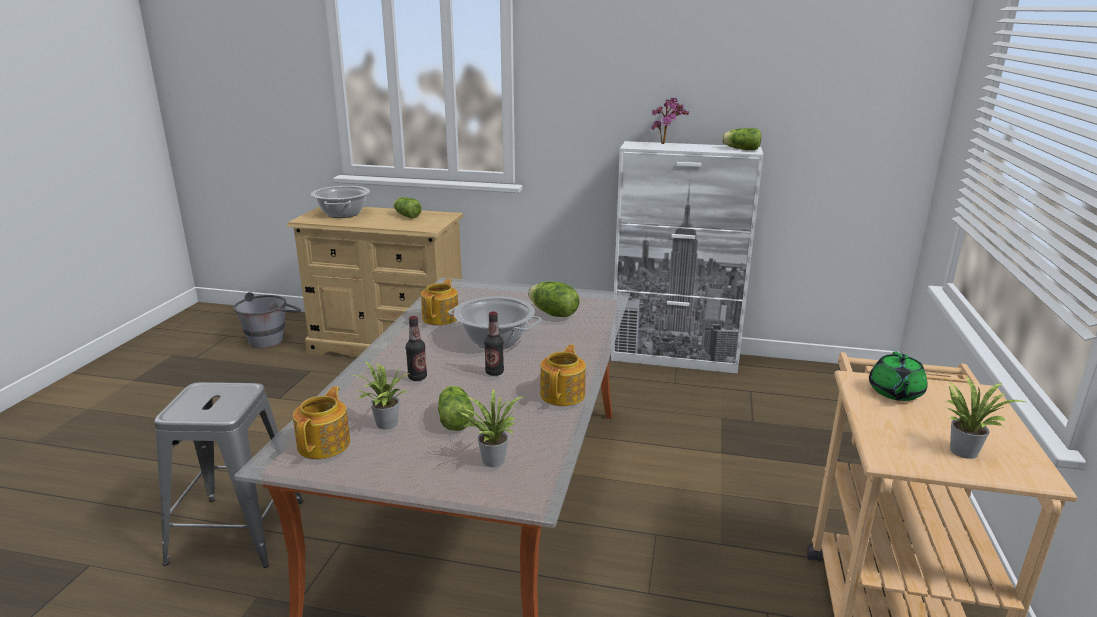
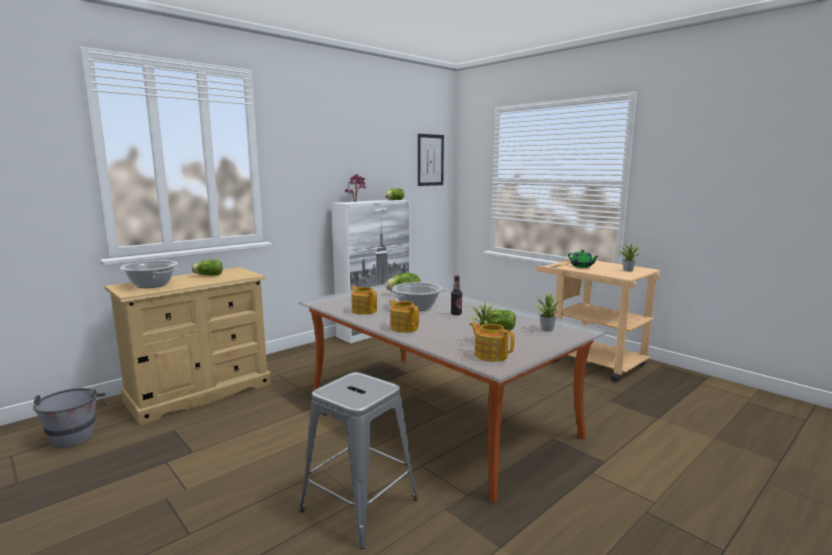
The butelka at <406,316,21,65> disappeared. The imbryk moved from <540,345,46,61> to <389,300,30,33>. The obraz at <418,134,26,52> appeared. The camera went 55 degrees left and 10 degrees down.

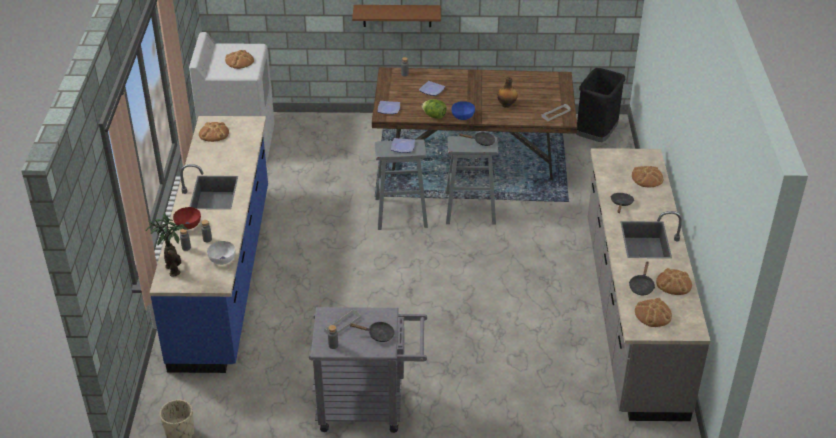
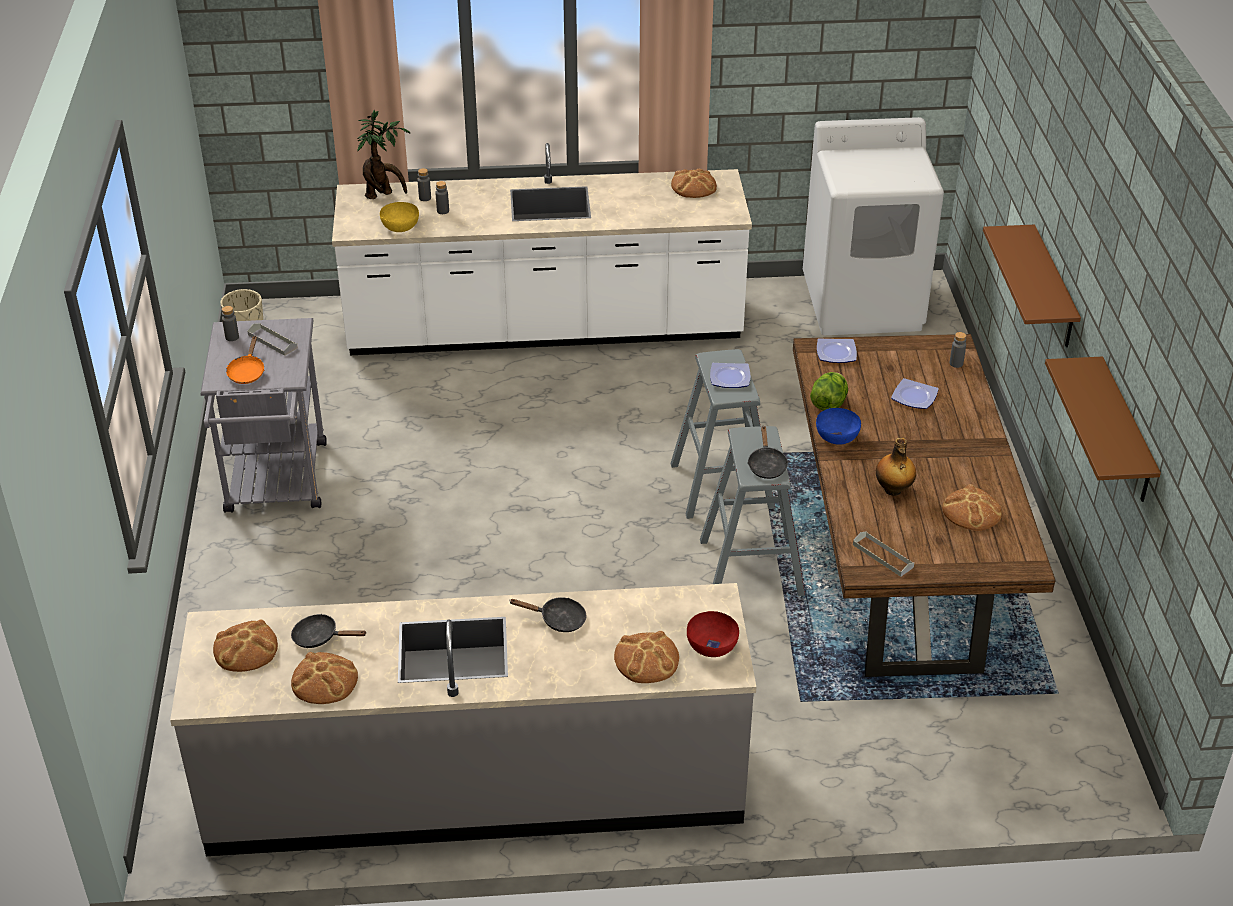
The zabudowa kuchenna/niebieski at <150,116,118,257> became the zabudowa kuchenna/biały at <332,143,420,212>. The miska/czerwony moved from <173,207,28,22> to <687,611,52,46>. The miska/biały at <207,241,29,24> became the miska/żółty at <380,202,39,30>. The chleb moved from <225,50,29,19> to <942,484,60,47>. The patelnia/czarny at <349,322,46,20> became the patelnia/pomarańczowy at <226,336,39,48>. The kosz na śmieci/czarny at <576,68,49,74> disappeared. The półka/brązowy at <1045,357,116,145> appeared. The camera went 85 degrees right and 0 degrees up.

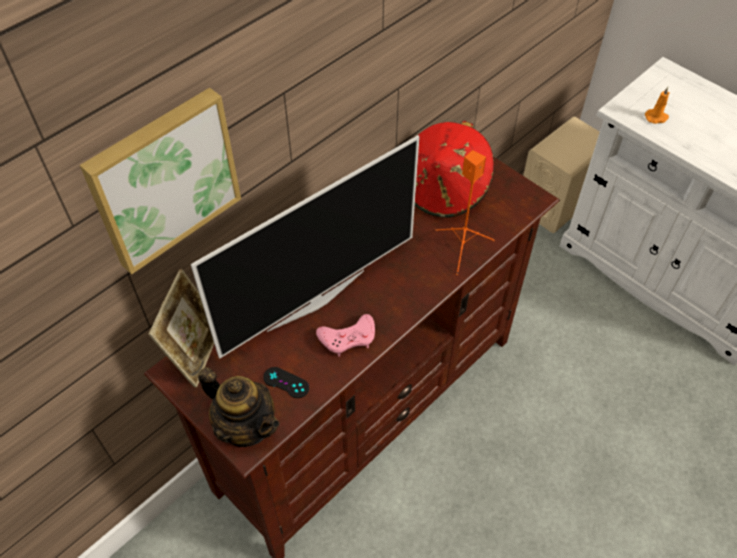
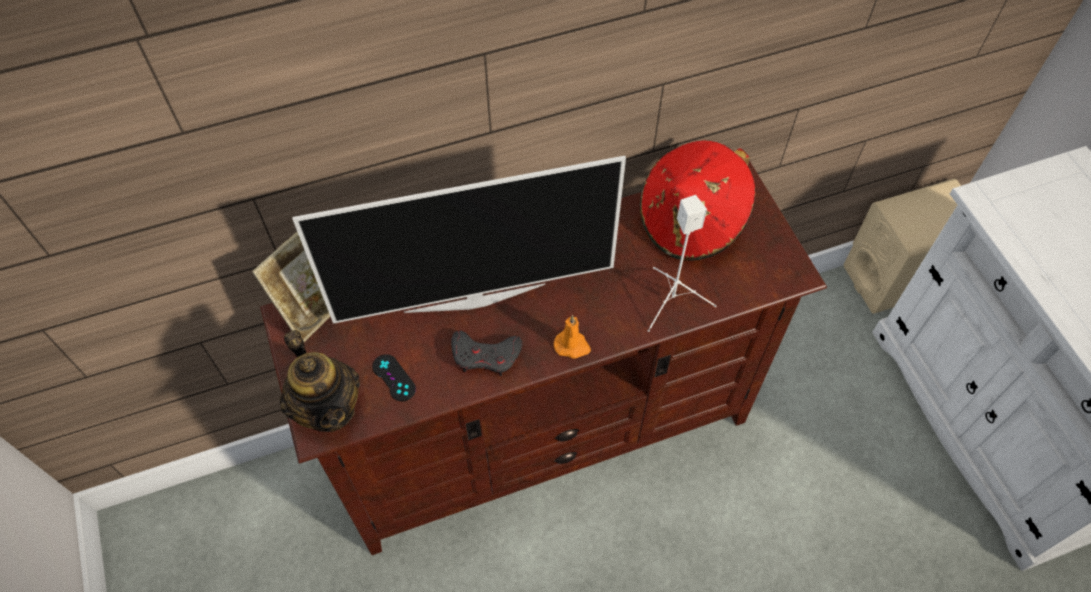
The obraz at <80,88,161,187> disappeared. The pad do gier/różowy at <316,314,59,43> became the pad do gier/szary at <451,331,71,45>. The głośnik/pomarańczowy at <435,150,59,125> became the głośnik/biały at <647,195,69,137>. The świeca/pomarańczowy moved from <645,87,25,37> to <554,315,37,44>. The camera went 25 degrees right and 5 degrees up.

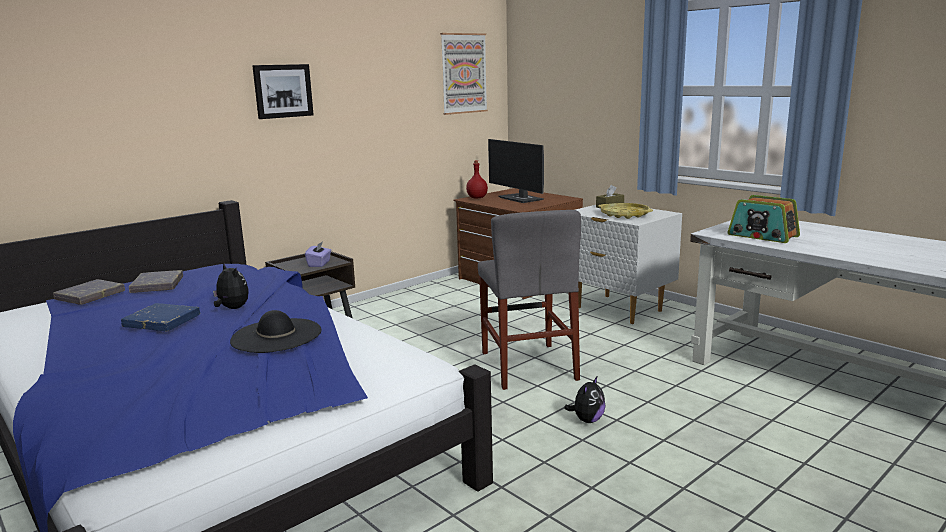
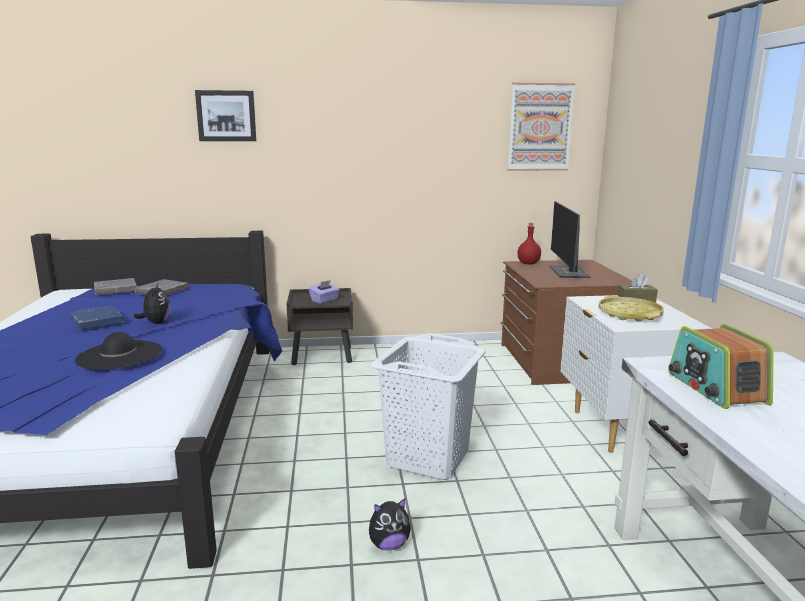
The obraz moved from <252,64,62,55> to <195,90,61,51>. The krzesło/szary at <478,210,103,180> was replaced by the kosz na pranie/biały at <371,333,115,147>. The camera went 35 degrees right and 0 degrees up.

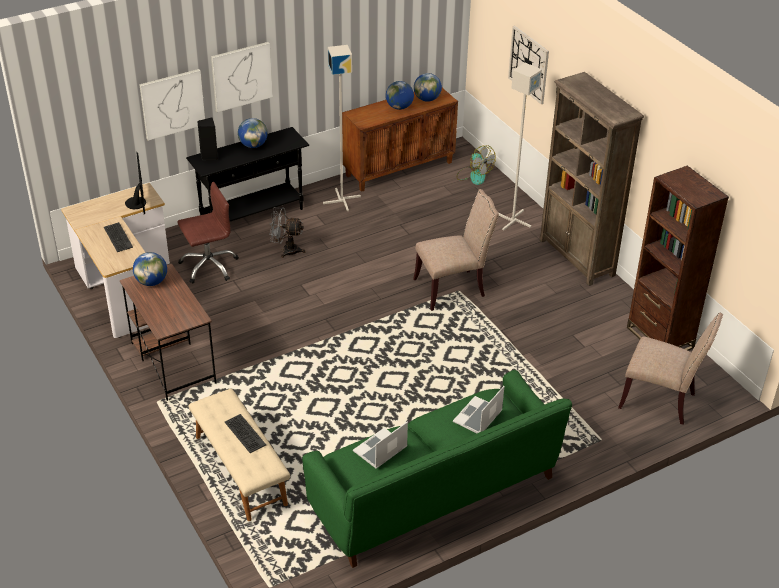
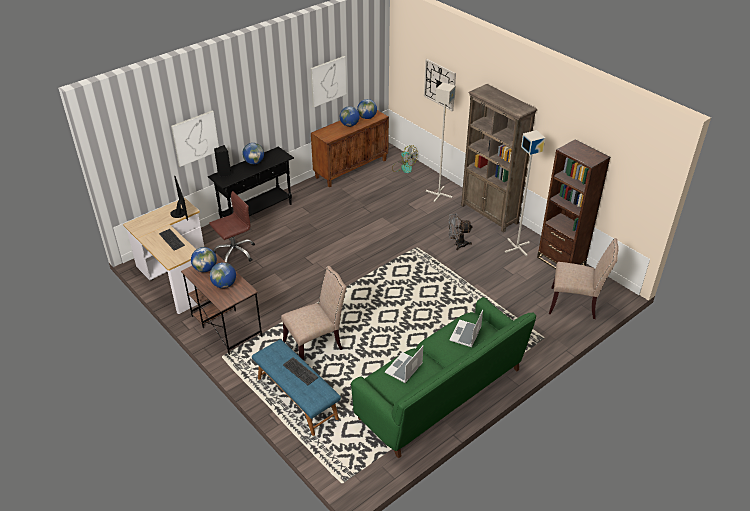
The ławka/beżowy at <188,389,102,132> became the ławka/niebieski at <252,339,89,97>. The obraz moved from <211,42,62,70> to <311,56,36,51>. The wentylator/szary moved from <269,207,36,51> to <448,213,25,37>. The lampa stojąca/szary moved from <323,45,38,166> to <505,130,40,126>. The krzesło/beżowy moved from <413,189,86,122> to <281,266,65,95>. The globus at <210,262,26,26> appeared. The camera went 10 degrees left and 0 degrees up.

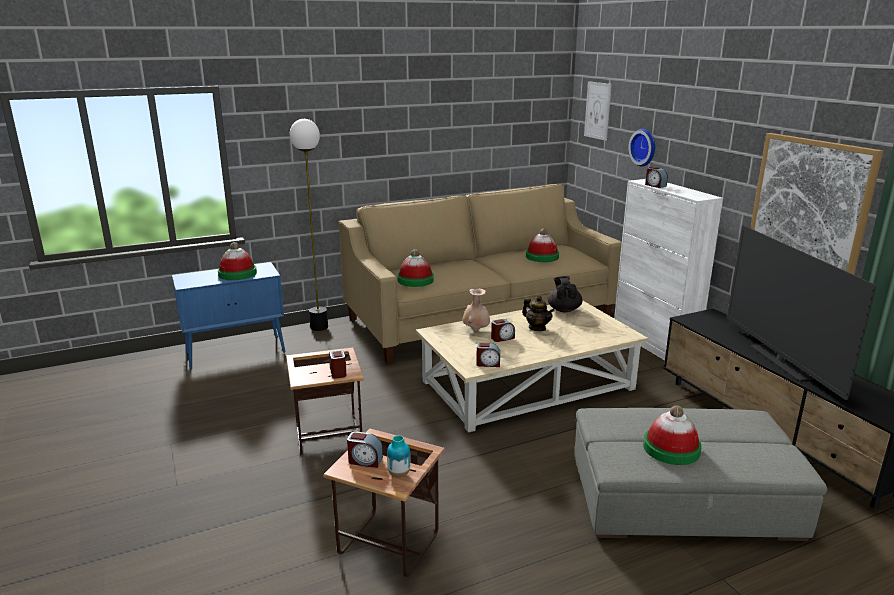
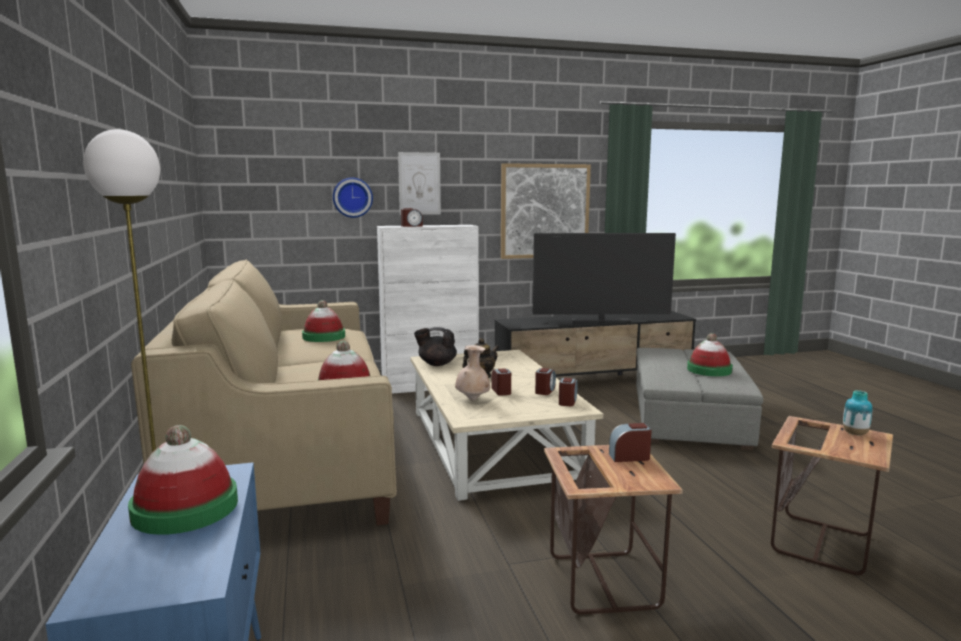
The budzik moved from <347,432,36,36> to <535,368,21,27>. The obraz moved from <584,81,28,60> to <398,152,43,63>. The camera went 80 degrees left and 10 degrees down.

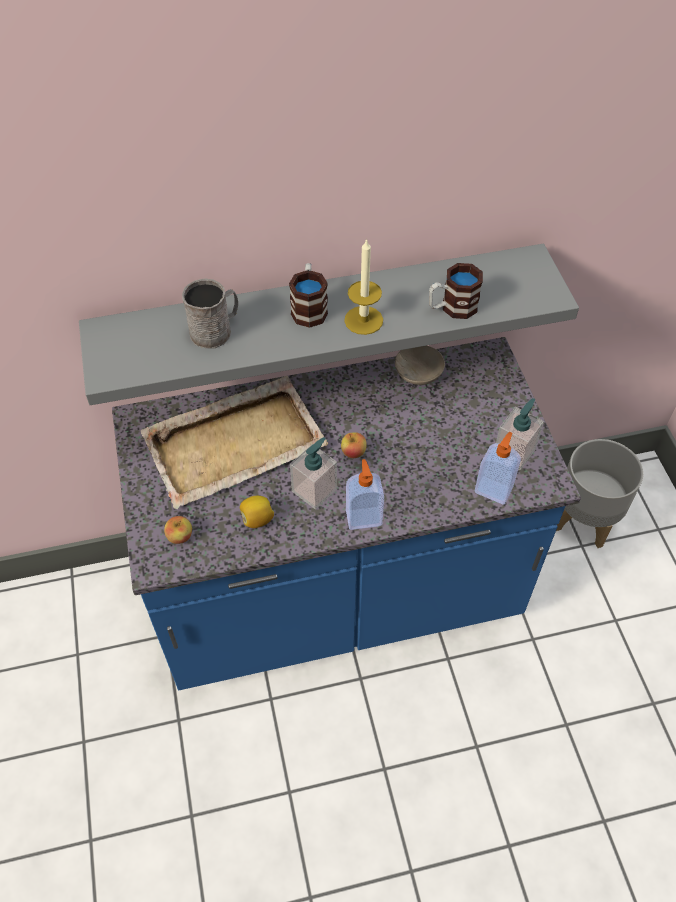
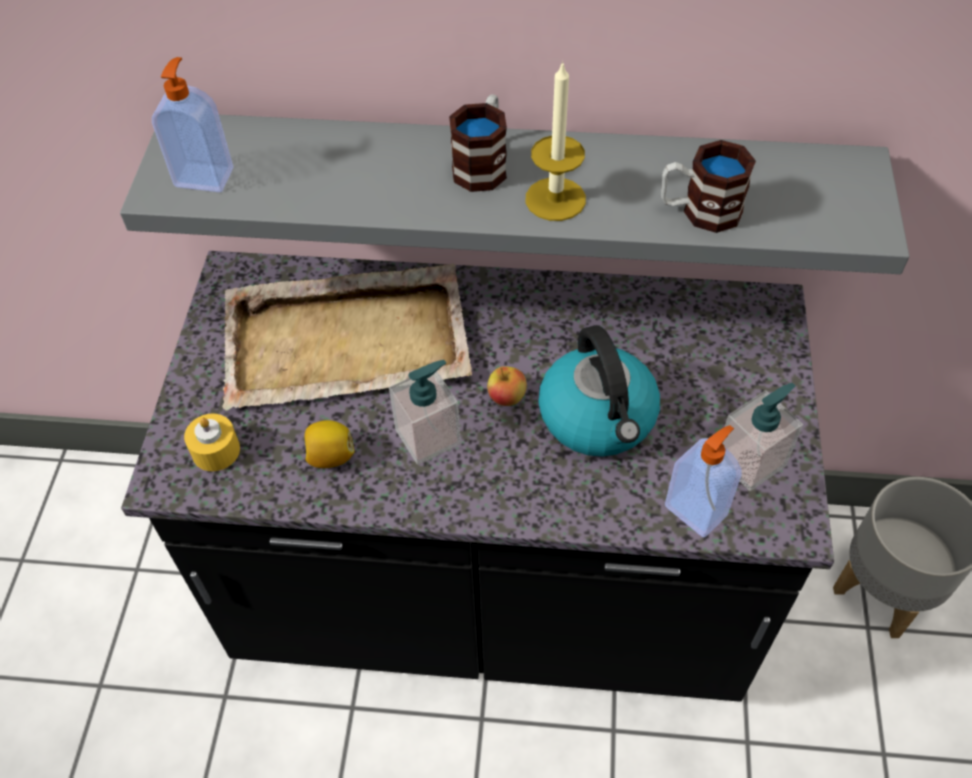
The zabudowa kuchenna/niebieski at <112,337,469,353> became the zabudowa kuchenna/czarny at <121,251,713,451>. The jabłko at <164,516,28,28> was replaced by the świeca/żółty at <184,414,56,57>. The kubek/szary at <182,278,56,71> disappeared. The dozownik mydła moved from <346,459,38,71> to <152,57,81,135>. The miska/beżowy at <395,346,50,39> disappeared. The czajnik at <538,325,122,132> appeared. The camera went 20 degrees right and 0 degrees up.

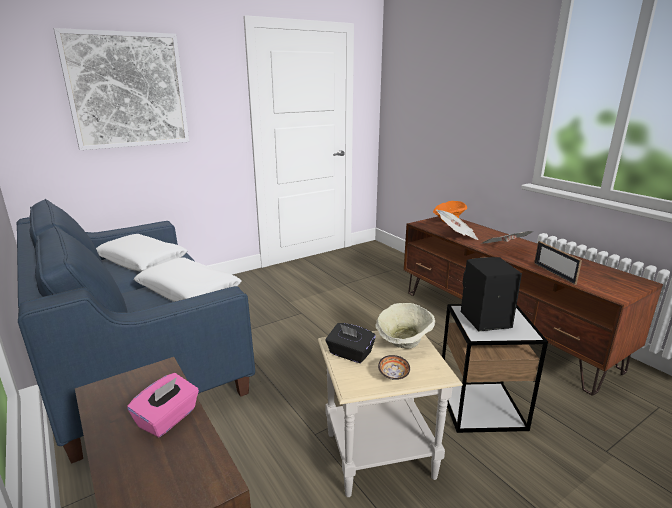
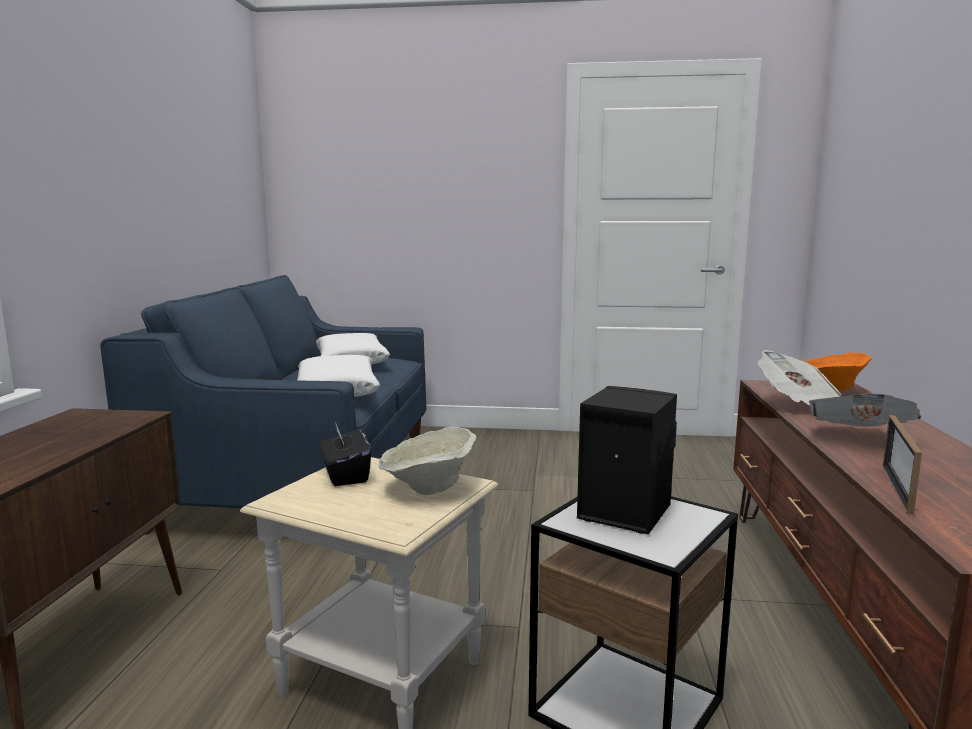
The obraz at <54,28,135,122> disappeared. The pudełko chusteczek/różowy at <127,373,72,64> disappeared. The miska at <378,355,32,25> disappeared. The camera went 40 degrees right and 10 degrees down.

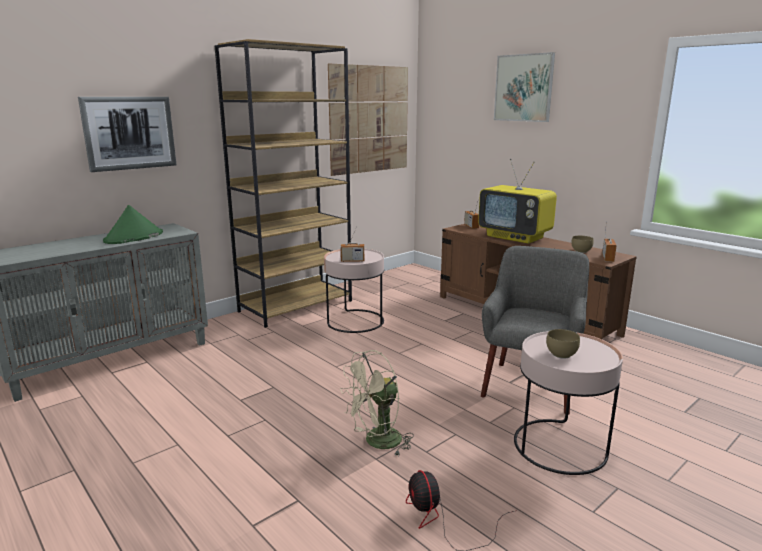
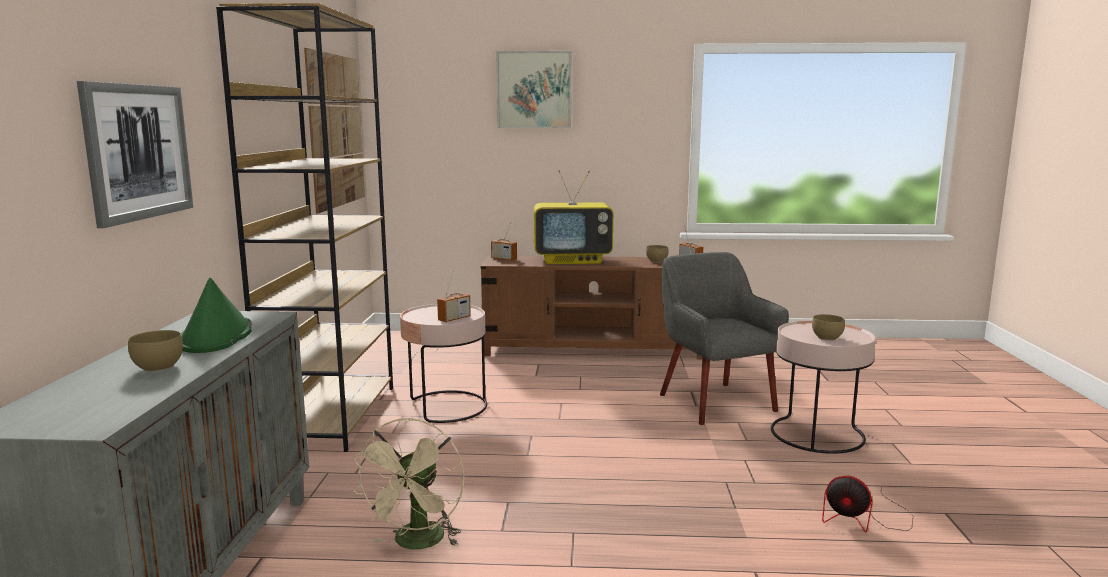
The wentylator/beżowy moved from <340,350,74,105> to <352,418,112,131>. The miska/brązowy at <128,330,55,42> appeared. The camera went 45 degrees left and 5 degrees down.

